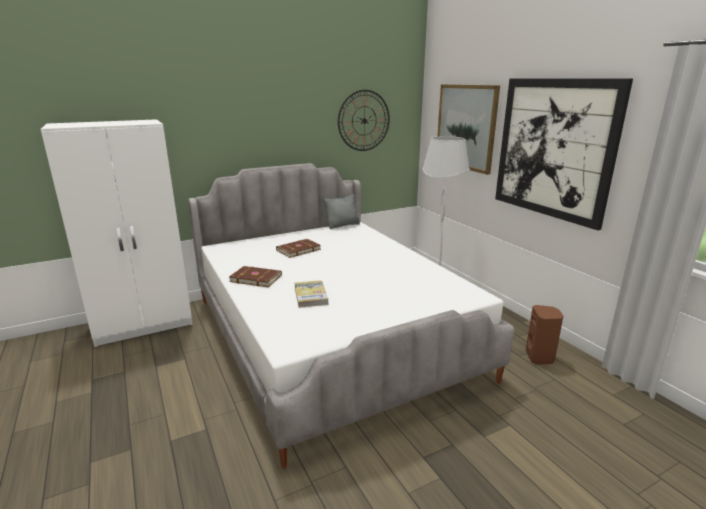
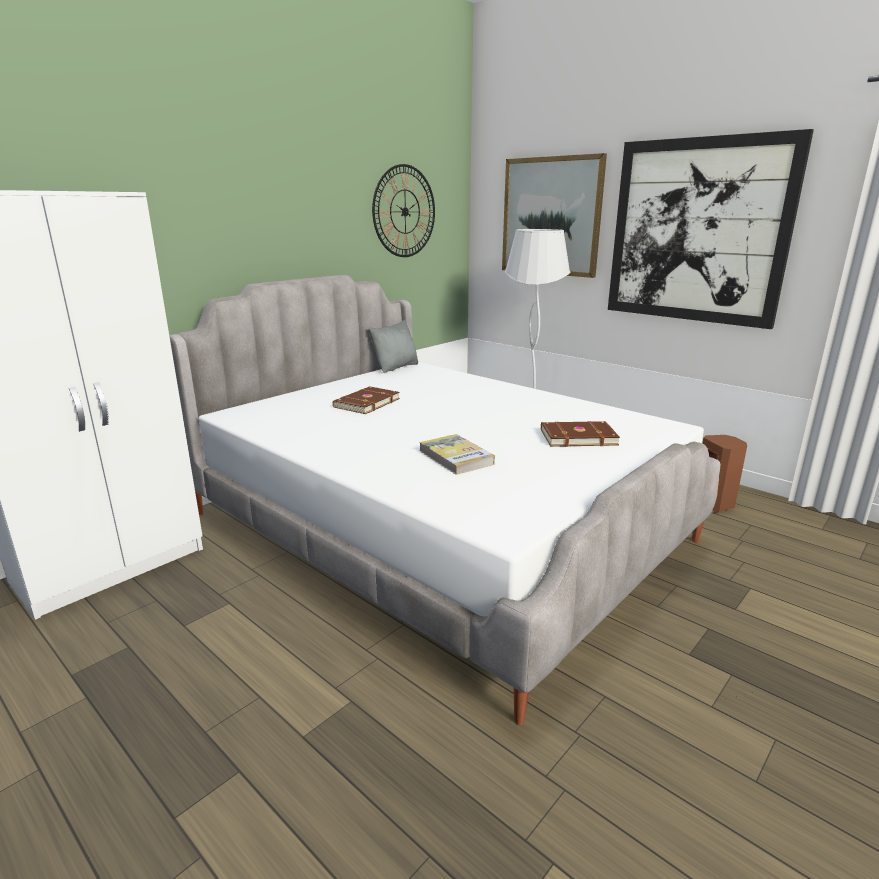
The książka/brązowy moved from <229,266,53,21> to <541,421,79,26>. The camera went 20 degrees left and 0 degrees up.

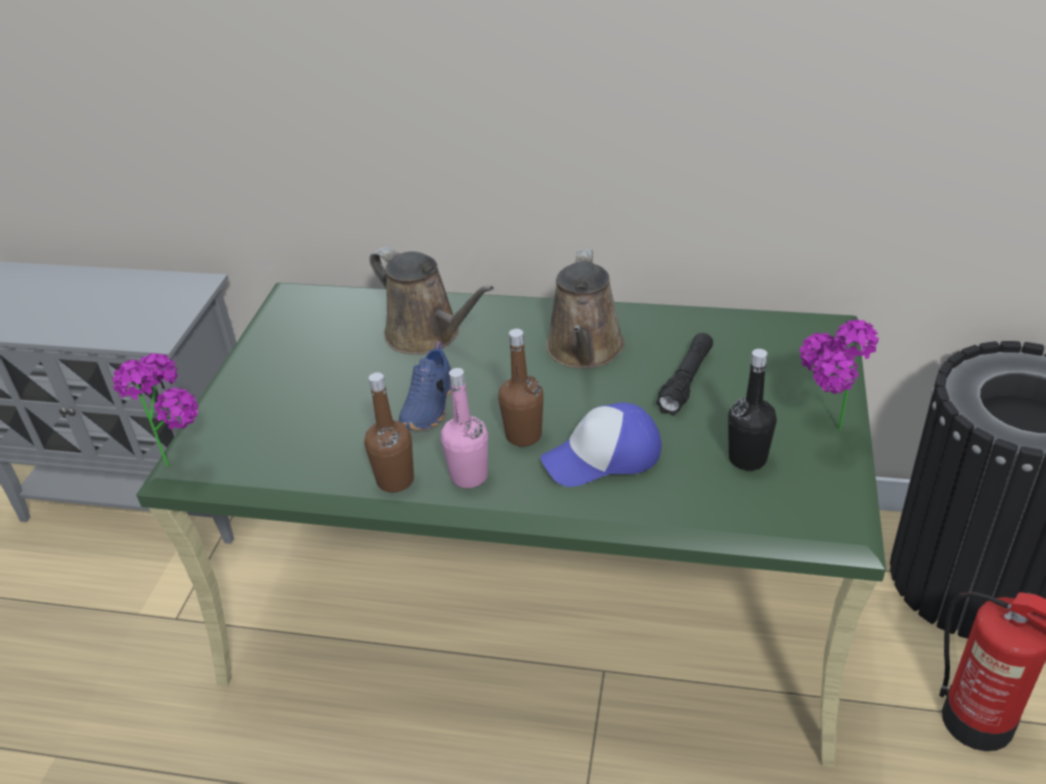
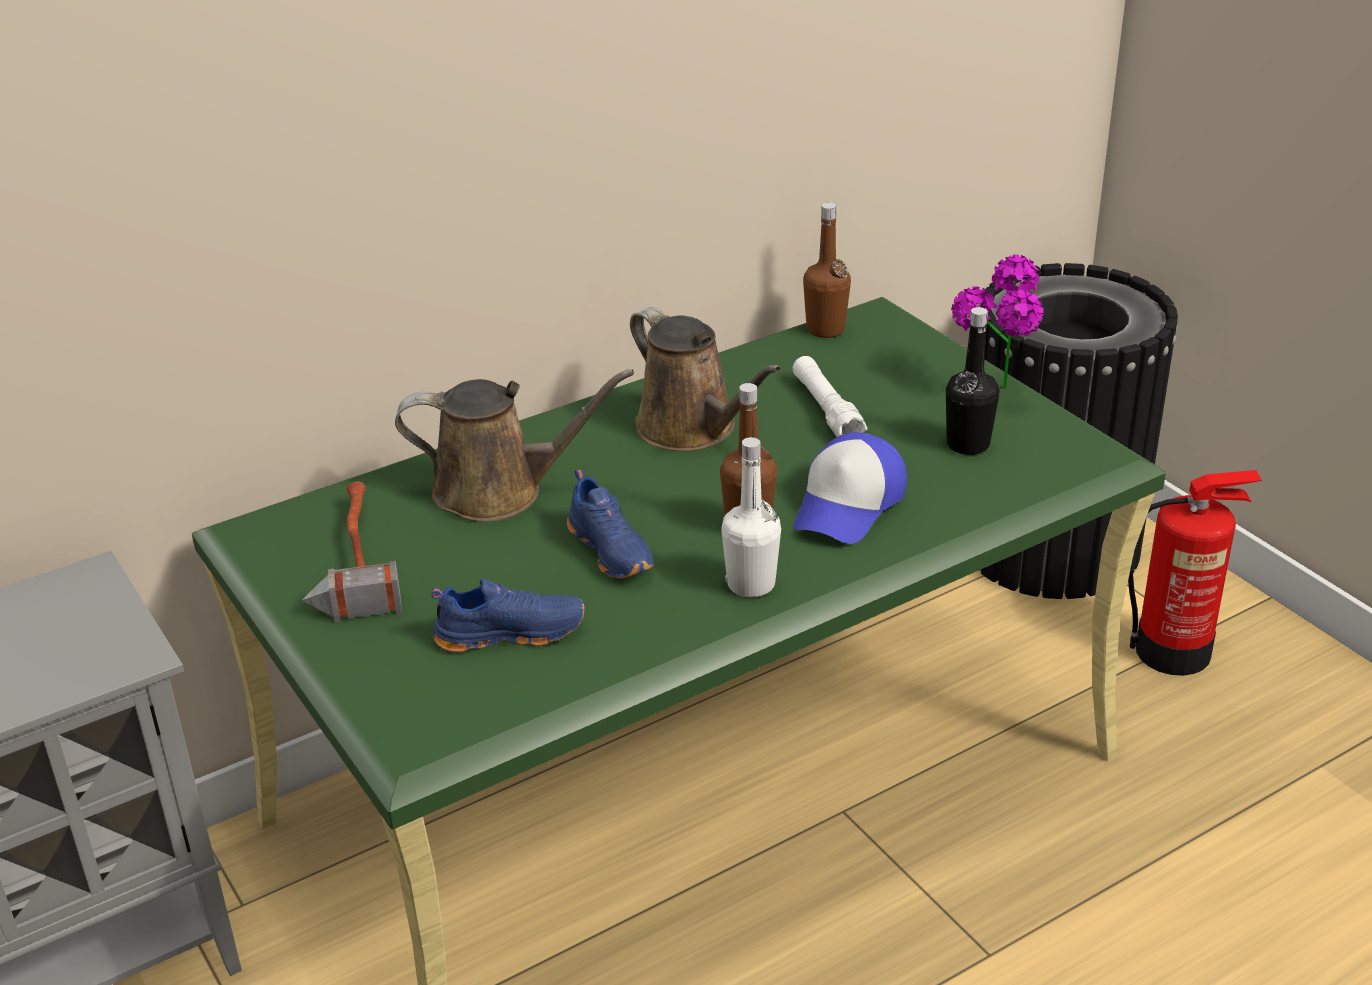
The roślina doniczkowa at <112,353,86,114> disappeared. The butelka/brązowy moved from <364,372,50,120> to <803,202,48,136>. The butelka/różowy at <441,368,47,120> became the butelka/biały at <721,437,60,161>. The latarka/czarny at <656,333,57,82> became the latarka/biały at <793,356,75,81>. The młotek at <302,481,100,141> appeared. The but/niebieski at <432,579,153,73> appeared. The camera went 45 degrees left and 5 degrees down.

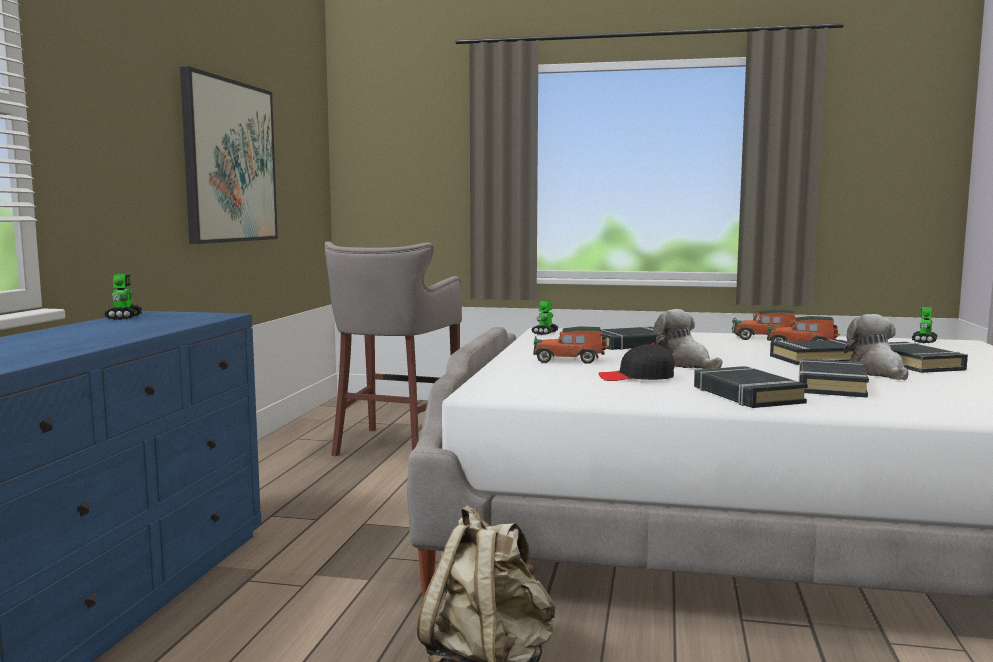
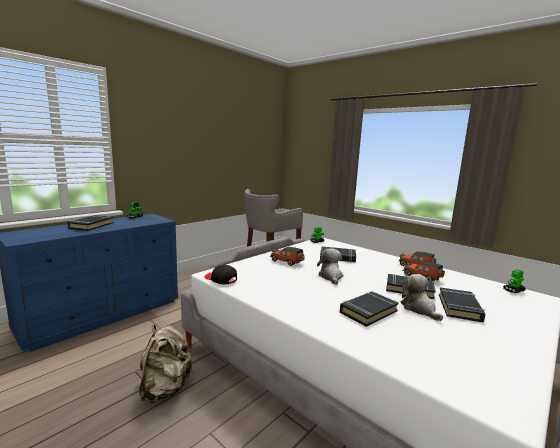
The obraz at <180,66,98,178> disappeared. The czapka z daszkiem/czarny moved from <599,343,76,38> to <204,265,33,19>. The książka/czarny moved from <694,366,114,42> to <67,215,47,16>. The pluszak at <844,314,64,66> turned 45 degrees counterclockwise. The camera went 30 degrees right and 5 degrees up.

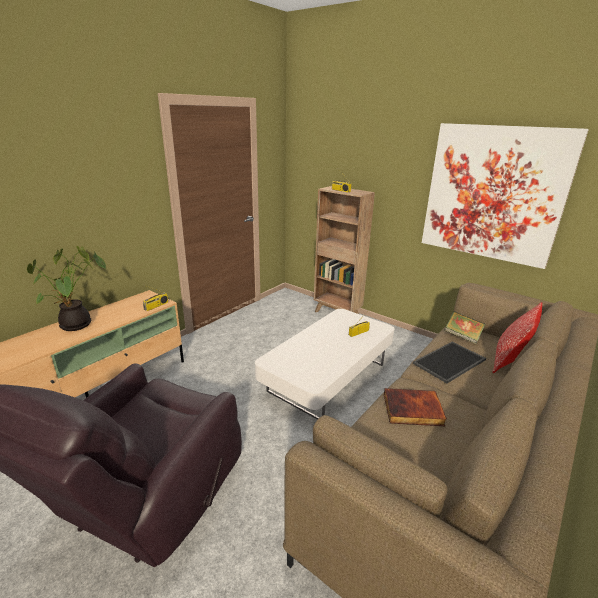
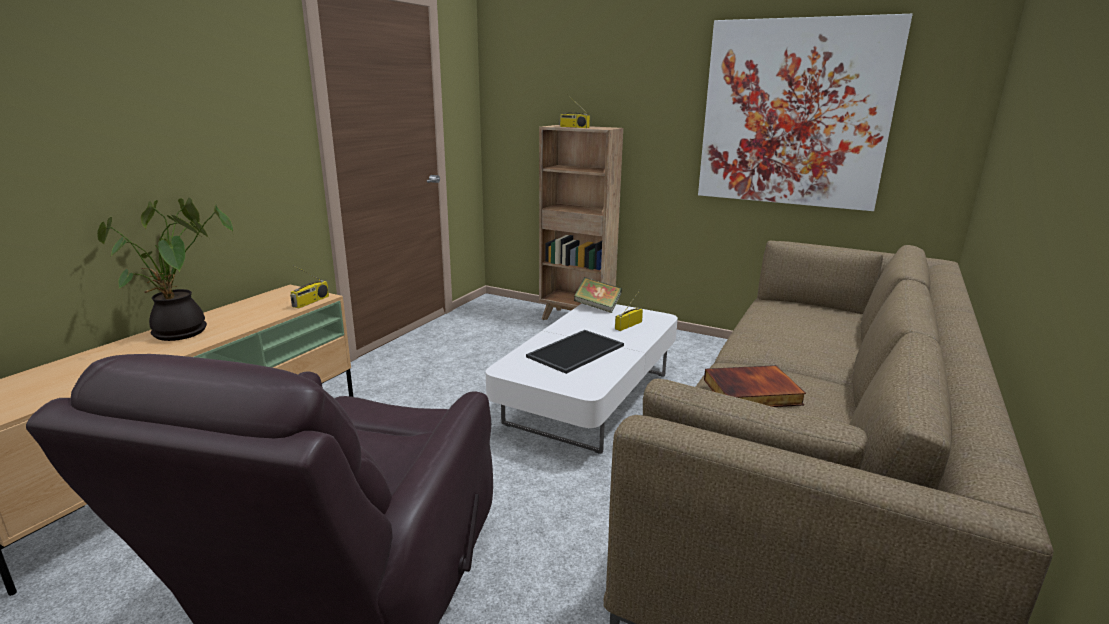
The taca moved from <413,341,73,42> to <526,330,98,44>. The książka moved from <444,311,41,33> to <574,277,48,36>. The poduszka at <492,302,50,71> disappeared. The camera went 10 degrees left and 5 degrees down.

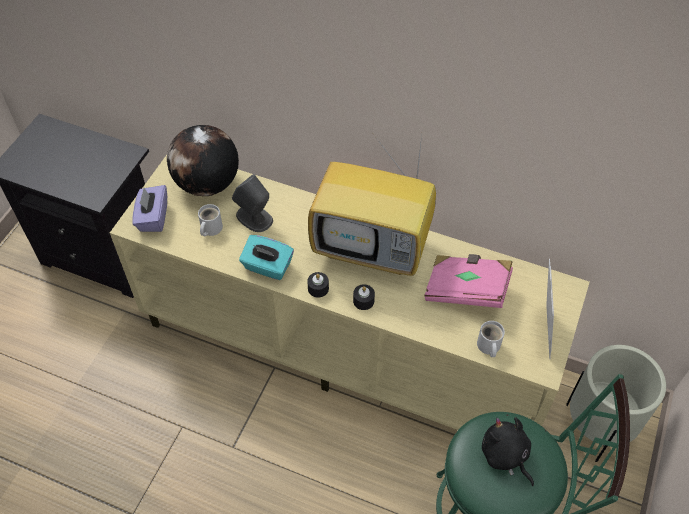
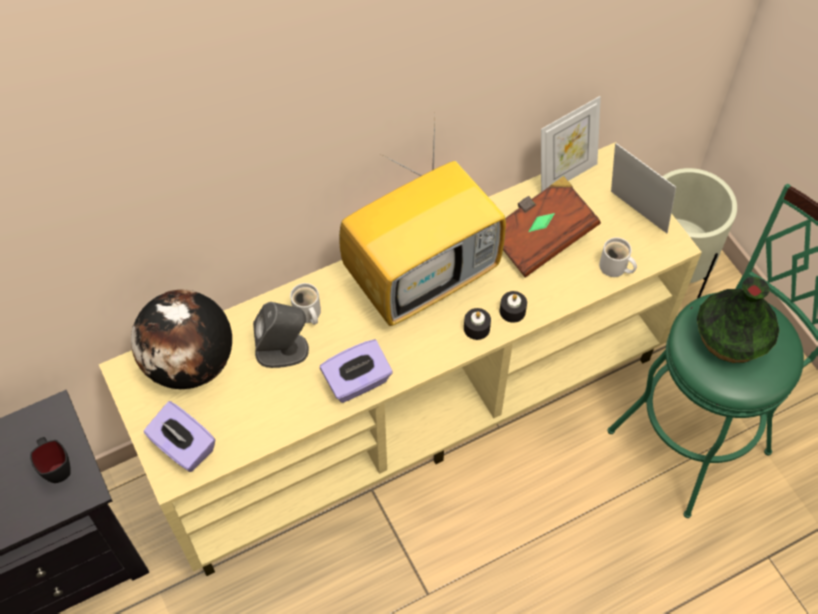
The kubek/biały moved from <198,204,25,32> to <290,283,31,42>. The pudełko chusteczek/turkusowy at <239,235,55,45> became the pudełko chusteczek/fioletowy at <320,339,72,64>. The świeca/czarny moved from <307,272,22,26> to <500,291,27,32>. The książka/różowy at <425,254,88,54> became the książka/brązowy at <503,176,98,101>. The pluszak/czarny at <482,417,52,69> was replaced by the wazon at <697,277,82,86>. The kubek/czarny at <30,437,41,46> appeared. The ramka na zdjęcie at <541,96,60,96> appeared. The camera went 50 degrees left and 5 degrees up.

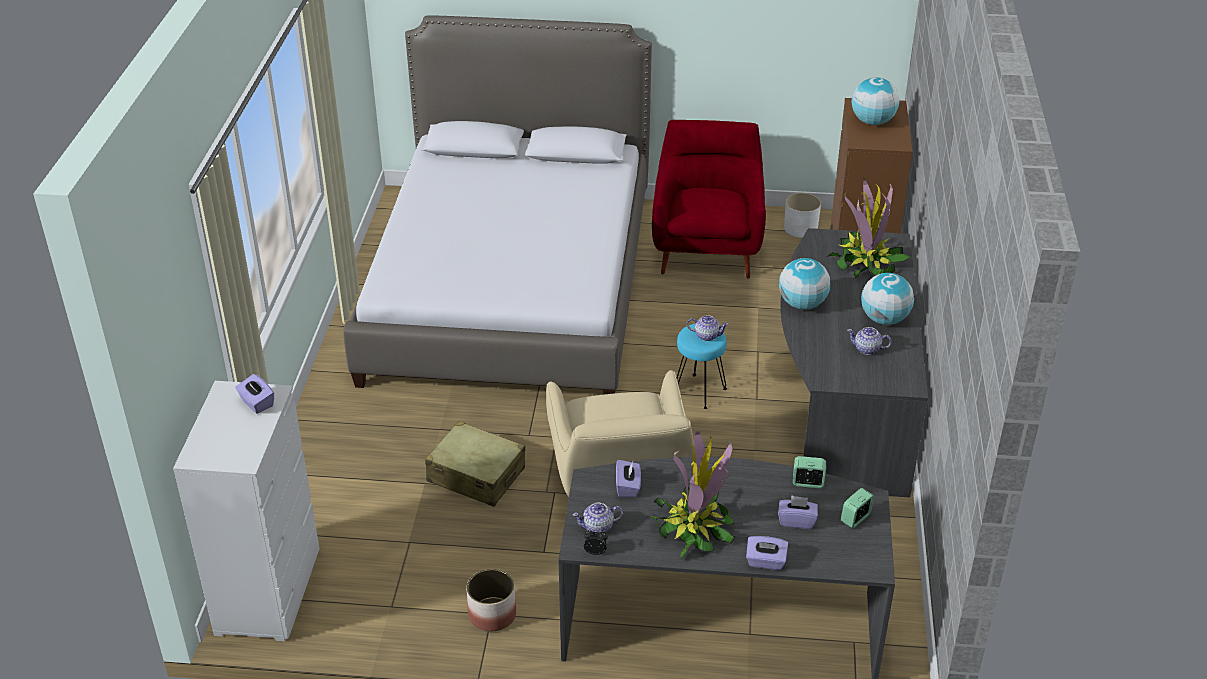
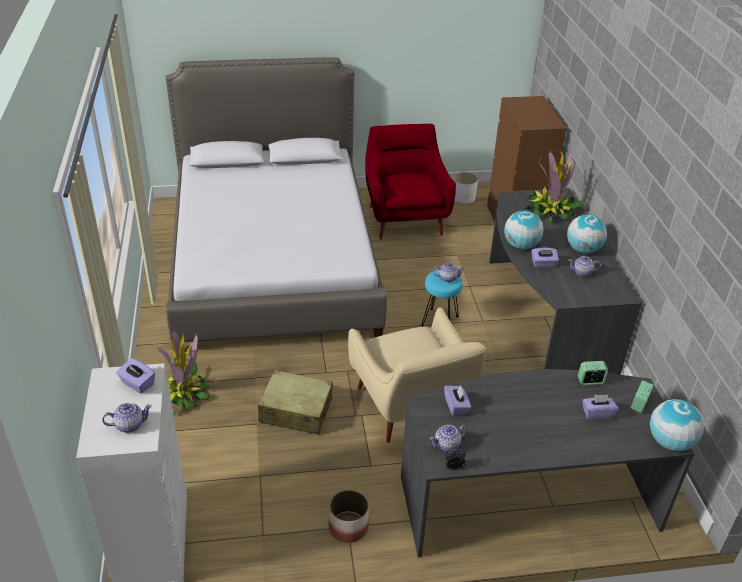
The roślina doniczkowa moved from <650,431,86,129> to <158,329,52,86>. The pudełko chusteczek/fioletowy moved from <746,536,42,34> to <531,248,28,20>. The globus moved from <852,77,47,48> to <650,399,54,52>. The imbryk at <102,403,50,30> appeared. The camera went 15 degrees left and 0 degrees up.

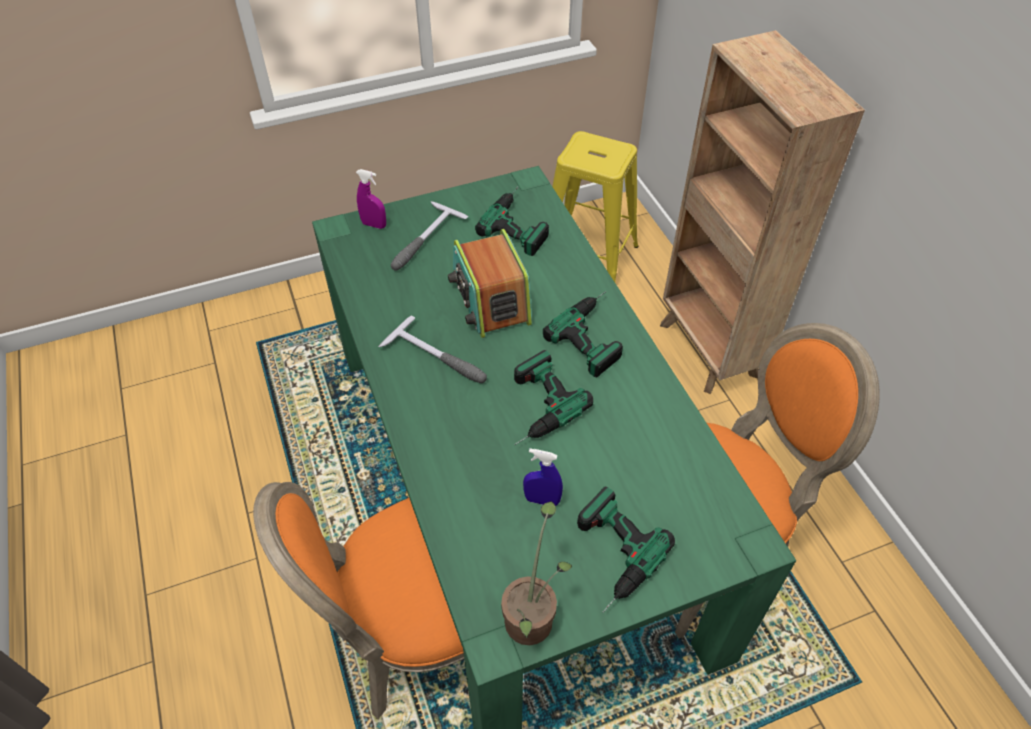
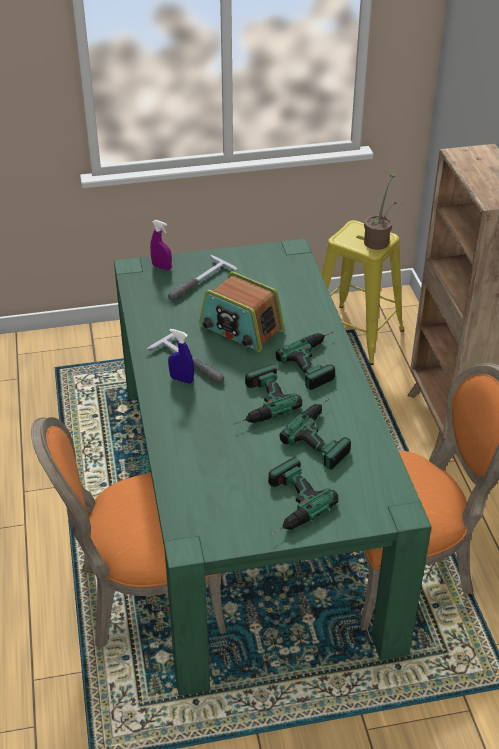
The radio at <448,229,84,109> turned 45 degrees counterclockwise. The wiertarka moved from <475,187,74,69> to <280,398,71,72>. The roślina doniczkowa moved from <501,501,71,144> to <364,173,38,77>. The spryskiwacz/niebieski moved from <523,448,40,58> to <168,329,26,55>. The camera went 10 degrees right and 10 degrees down.

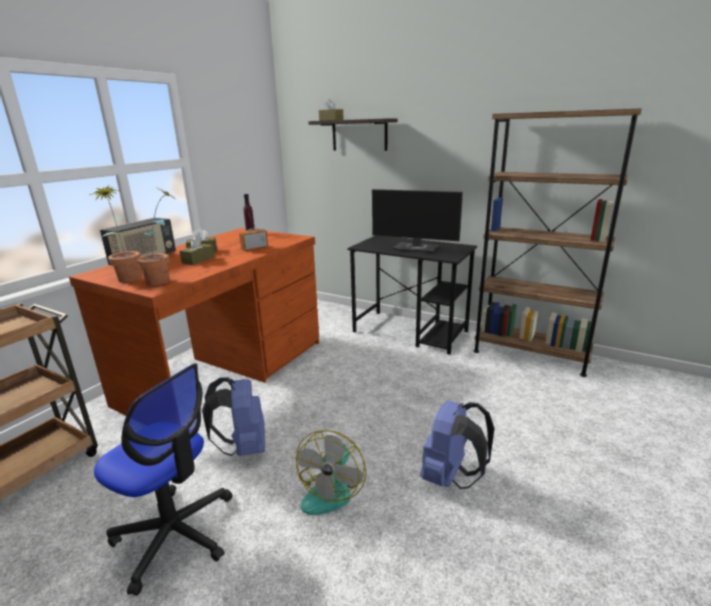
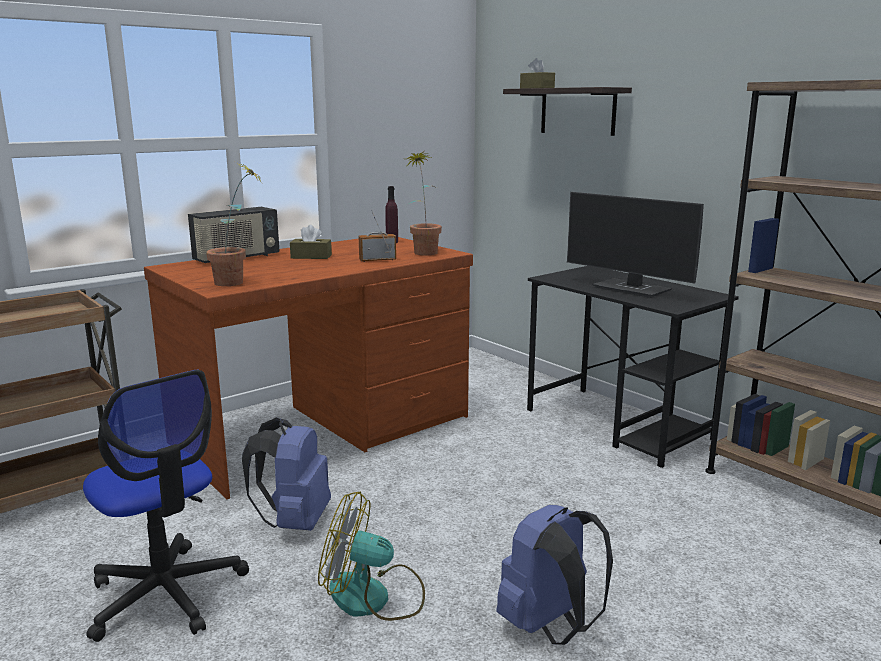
The roślina doniczkowa moved from <93,186,49,97> to <407,151,35,104>. The pudełko chusteczek/brązowy at <180,236,35,29> disappeared. The wentylator at <296,430,70,85> turned 60 degrees clockwise. The camera went 20 degrees right and 5 degrees down.

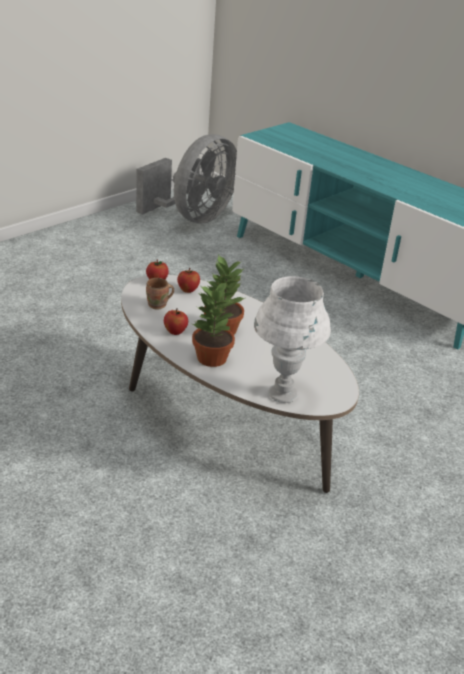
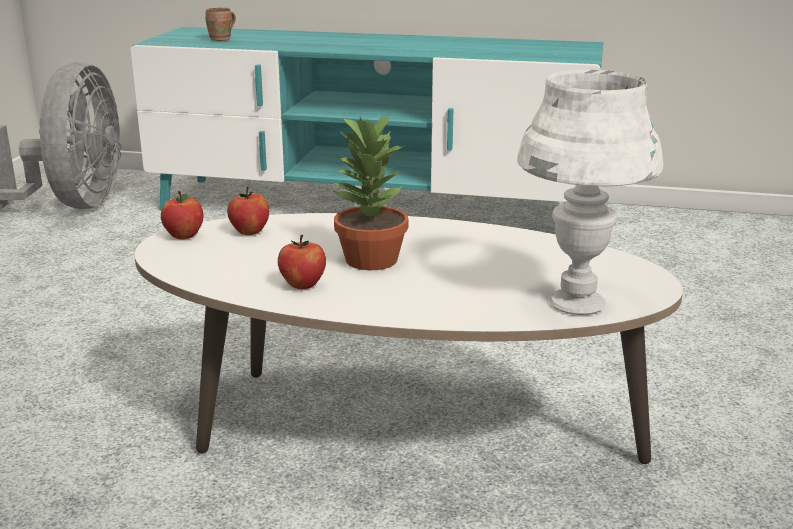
The kubek/brązowy moved from <146,278,28,32> to <205,8,31,33>. The roślina doniczkowa at <192,281,43,86> disappeared. The camera went 30 degrees left and 10 degrees down.

